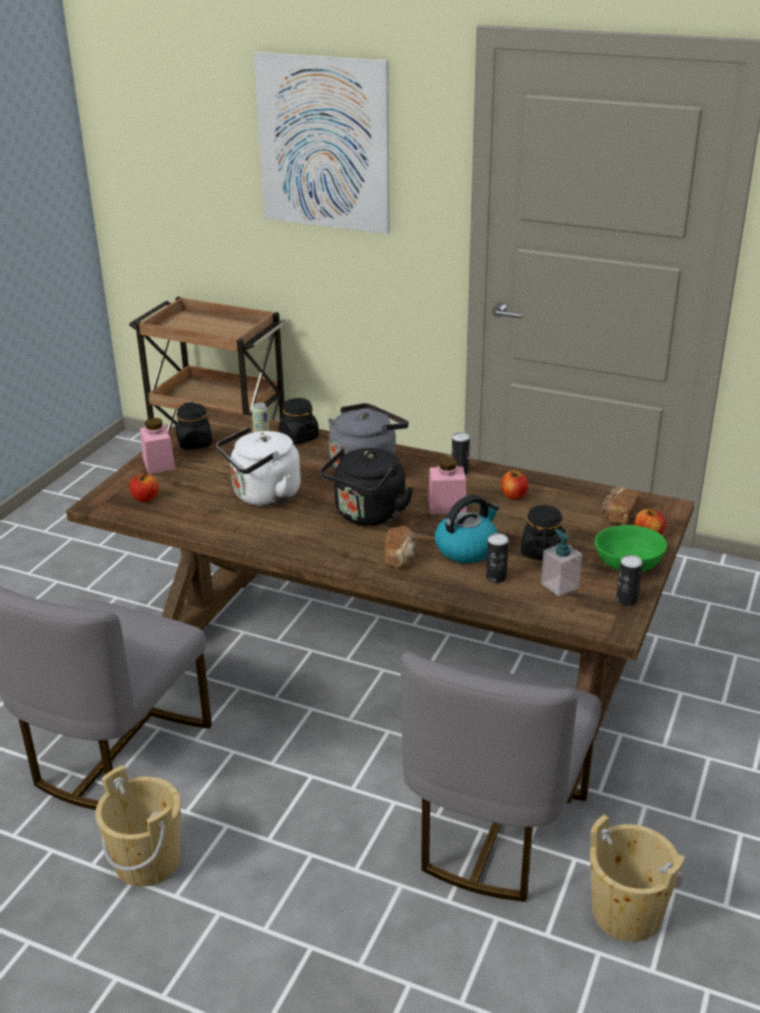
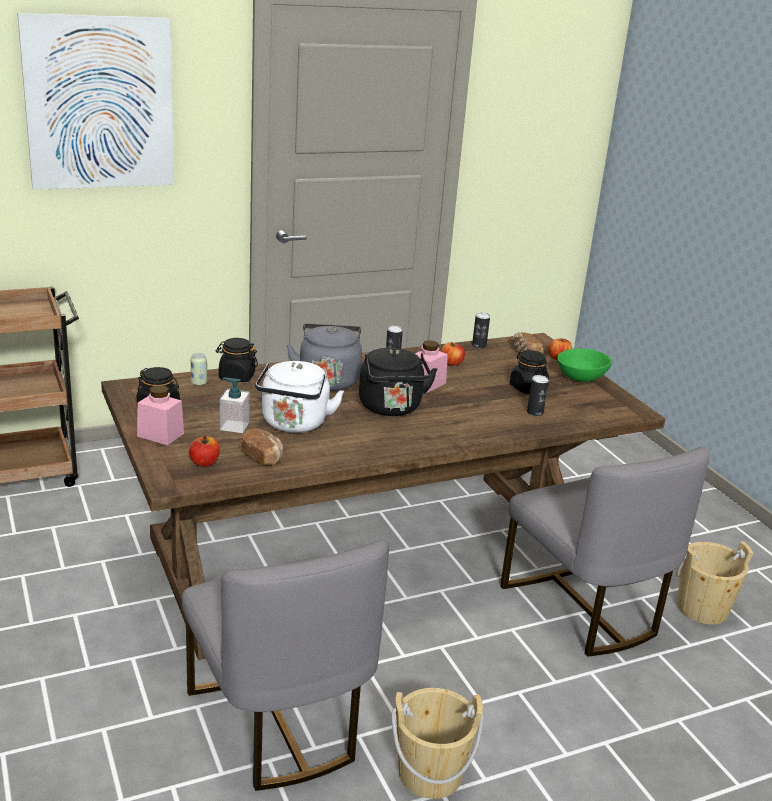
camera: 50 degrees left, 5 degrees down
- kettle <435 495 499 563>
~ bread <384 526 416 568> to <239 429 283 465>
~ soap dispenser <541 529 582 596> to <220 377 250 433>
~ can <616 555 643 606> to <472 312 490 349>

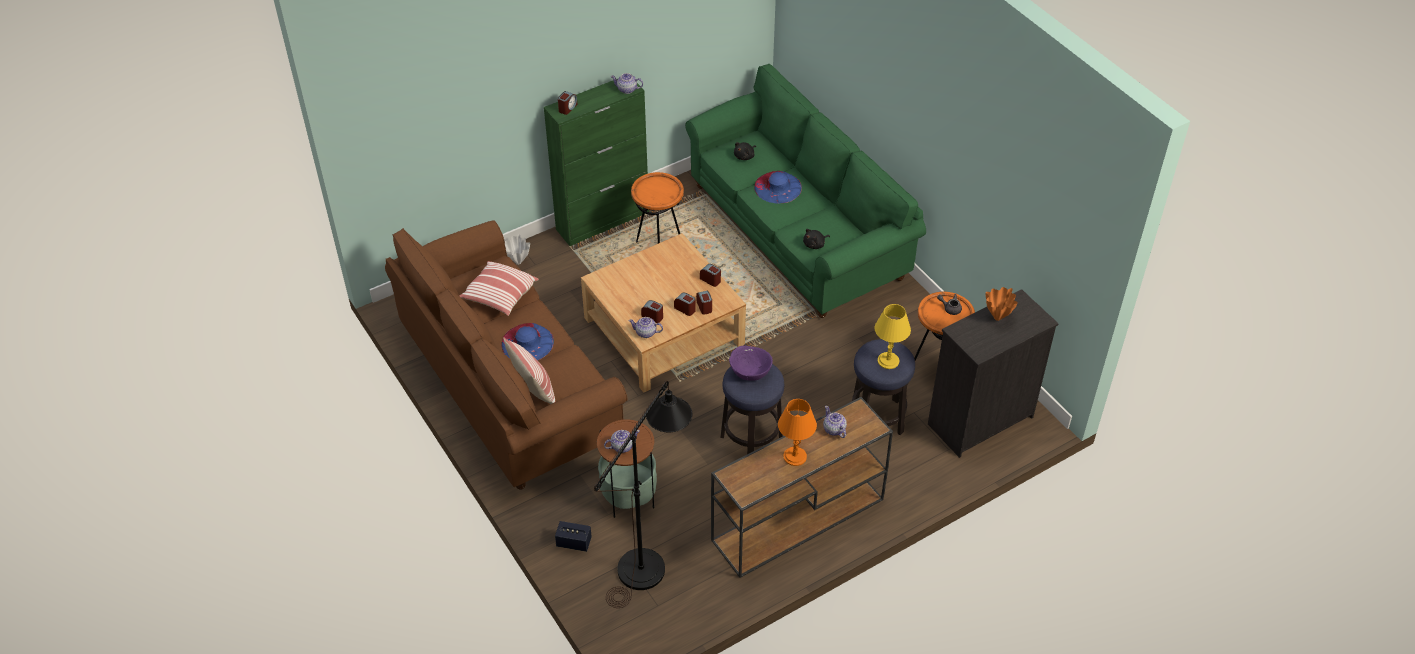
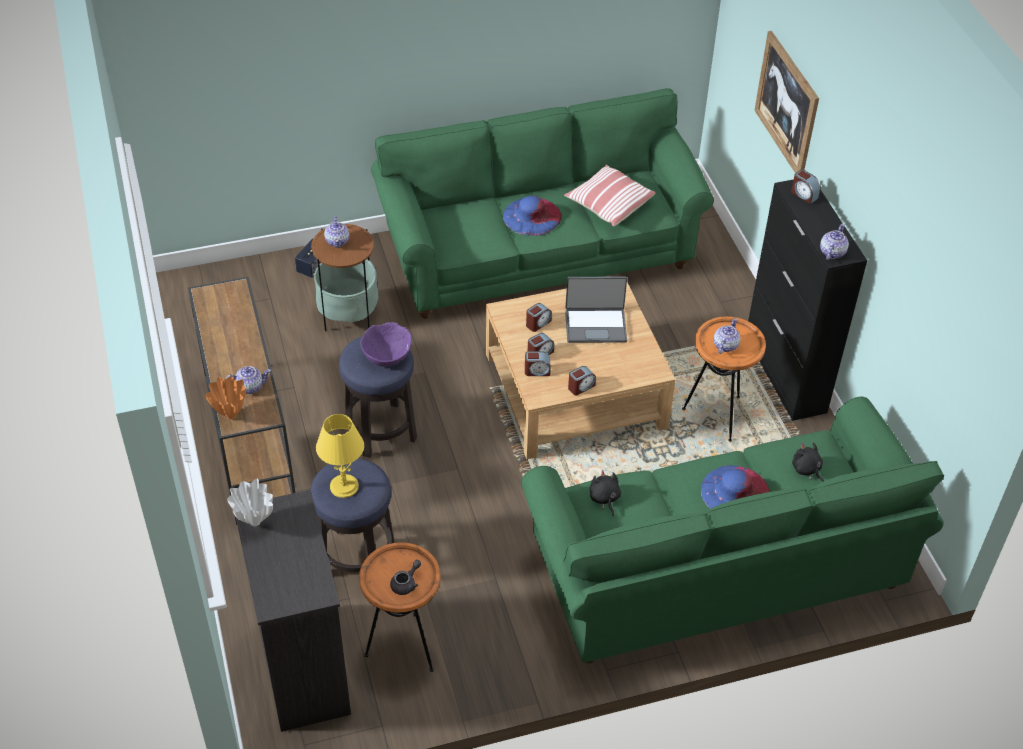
camera: 105 degrees right, 0 degrees up
~ cabinet (green) <544 81 649 246> to cabinet (black) <748 179 867 421>
~ sofa (brown) <385 220 628 490> to sofa (green) <371 88 714 319>
~ vase (white) <505 234 530 265> to <227 478 273 526>
~ vase (orange) <986 287 1018 321> to <205 376 246 419>
~ teapot <629 317 663 338> to <714 318 741 354>
- pillow <503 337 556 404>
- floor lamp (black) <594 381 692 608>
- table lamp (orange) <778 399 817 466>
+ picture <754 31 819 173>
+ laptop <565 277 627 343>

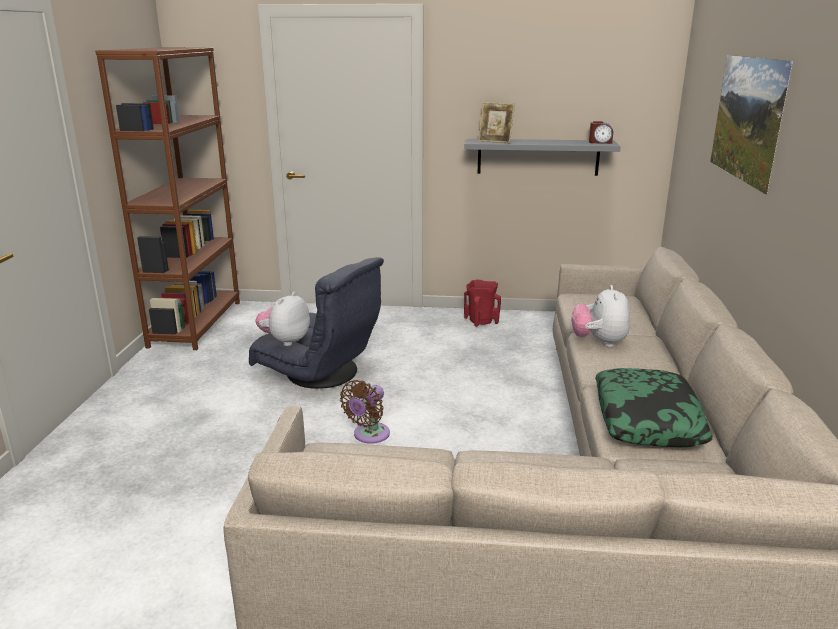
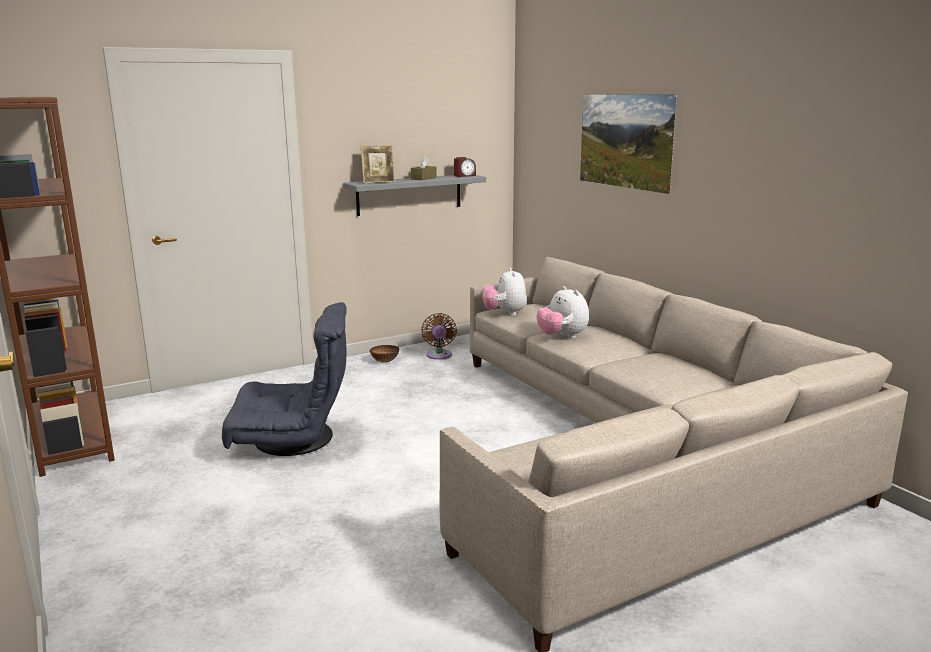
camera: 35 degrees left, 5 degrees down
~ vase (red) <464 279 501 327> to bowl <370 345 399 363>
~ plush toy <255 292 310 346> to <482 268 527 316>
- pillow <595 368 713 447>
~ fan (brown) <340 380 390 444> to <421 313 457 360>
+ tissue box (brown) <411 156 437 180>

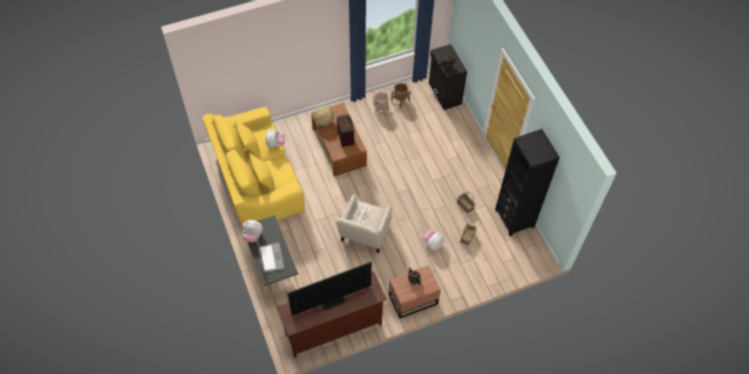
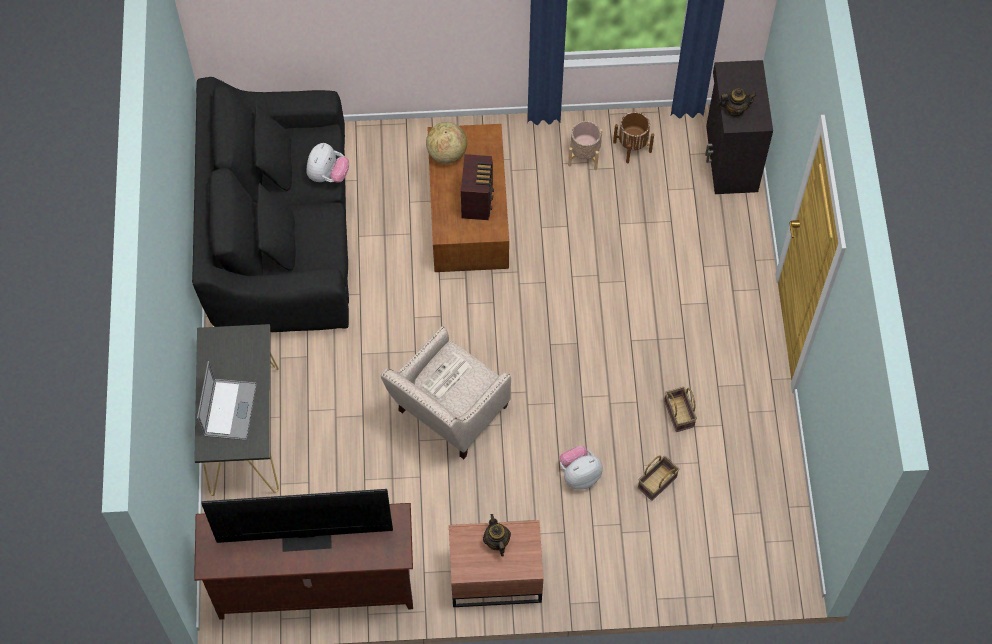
camera: 20 degrees right, 5 degrees up
~ sofa (yellow) <202 107 305 226> to sofa (black) <192 77 349 332>
- bookcase (black) <495 129 560 236>
- plush toy <243 220 263 242>

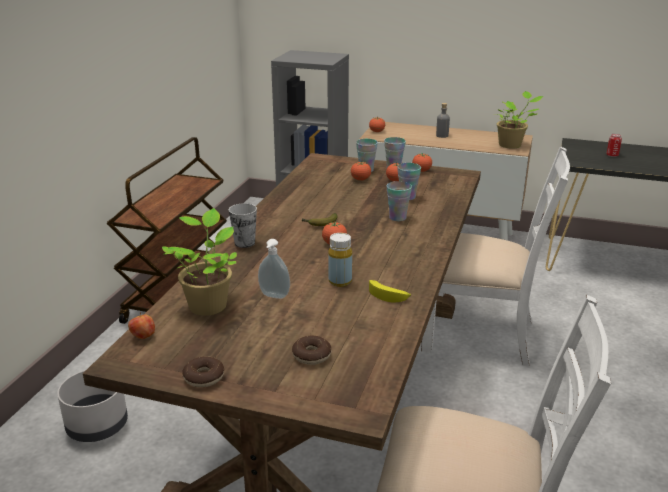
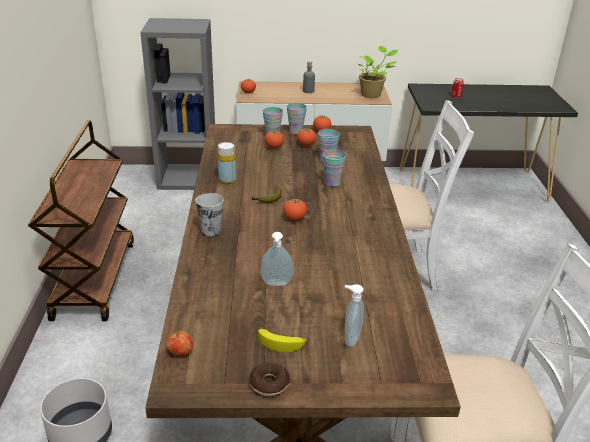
camera: 20 degrees left, 5 degrees up
- potted plant <162 208 237 316>
~ bottle (yellow) <328 233 352 287> to <217 142 237 184>
~ banana <369 280 411 302> to <258 327 307 353>
~ donut <292 336 331 365> to soap dispenser <345 284 364 347>

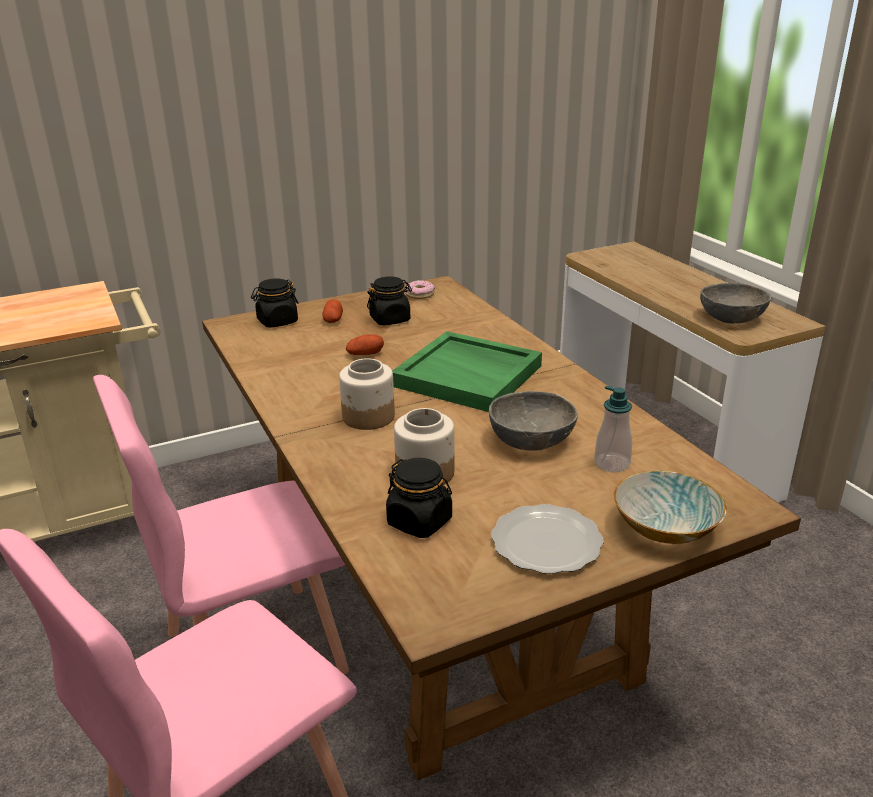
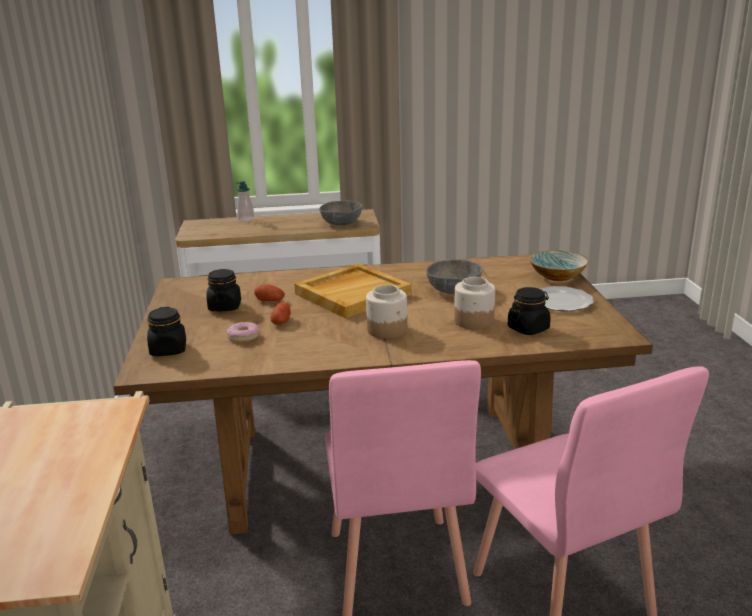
camera: 70 degrees left, 5 degrees down
~ donut <405 280 435 299> to <227 322 259 342>
~ potato <322 299 343 323> to <254 284 285 301>
~ tray (green) <392 331 542 412> to tray (beige) <294 264 412 319>
~ soap dispenser <594 386 632 472> to <237 181 254 221>

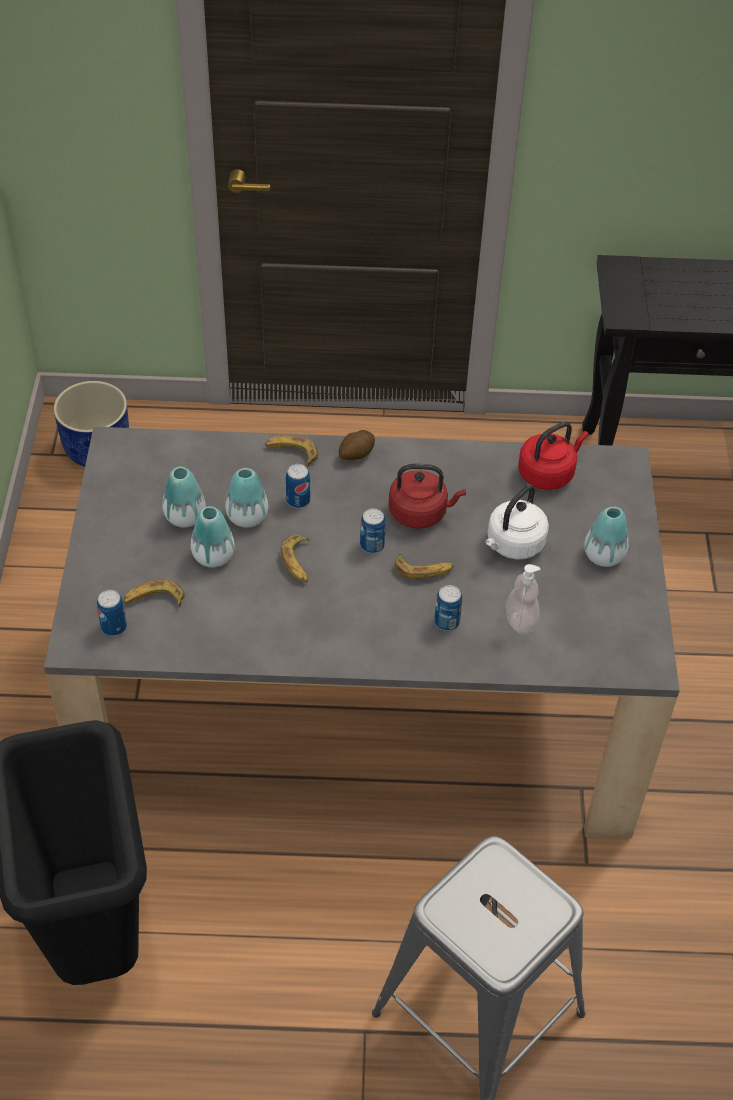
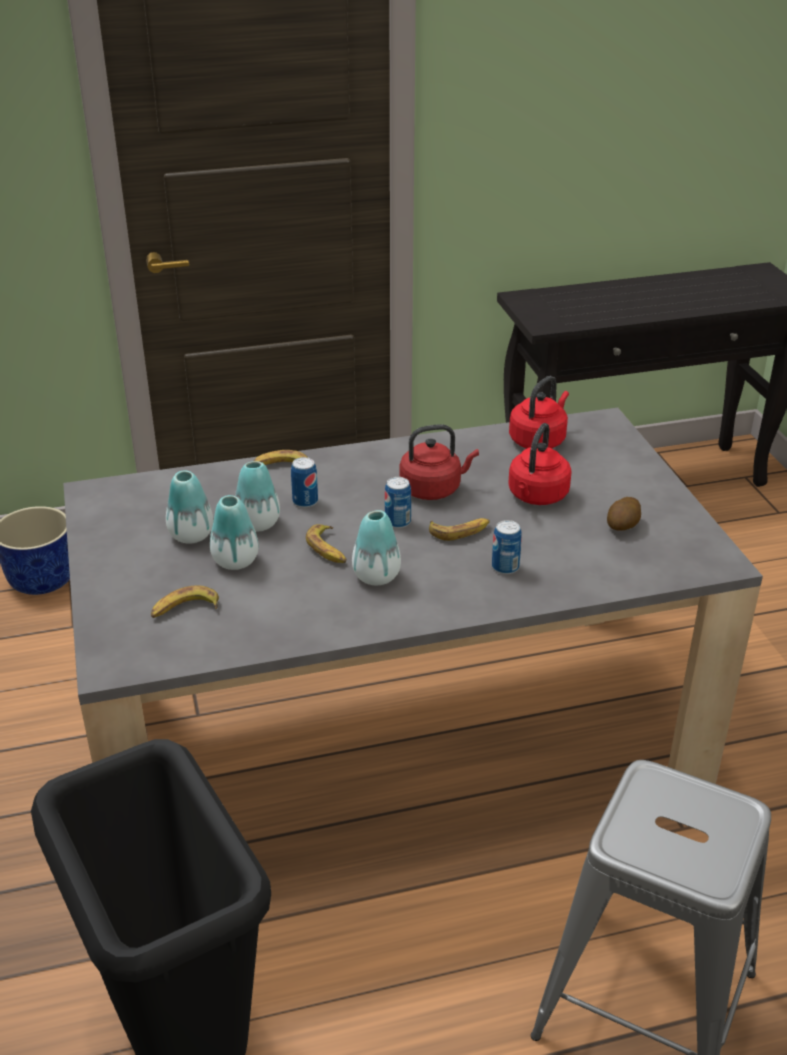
camera: 15 degrees left, 15 degrees down
~ potato <339 430 375 460> to <607 497 641 531>
~ kettle (white) <485 484 549 559> to kettle (red) <508 423 572 505>
~ vase <584 506 629 567> to <352 510 401 585>
- soap dispenser <506 564 540 634>
- can <97 590 127 636>

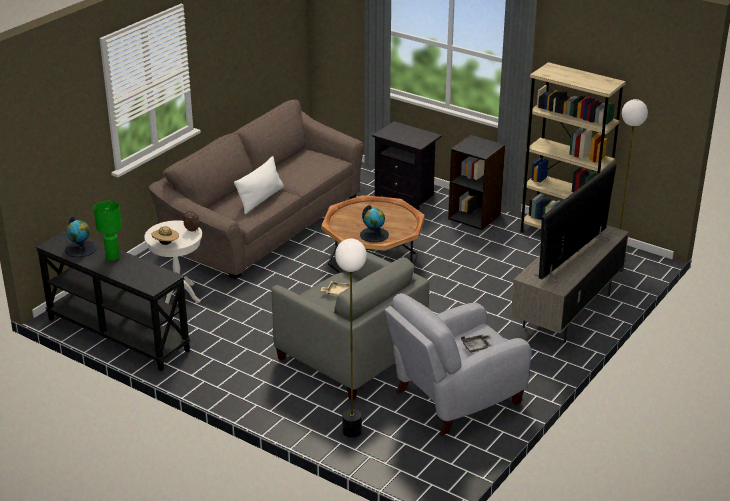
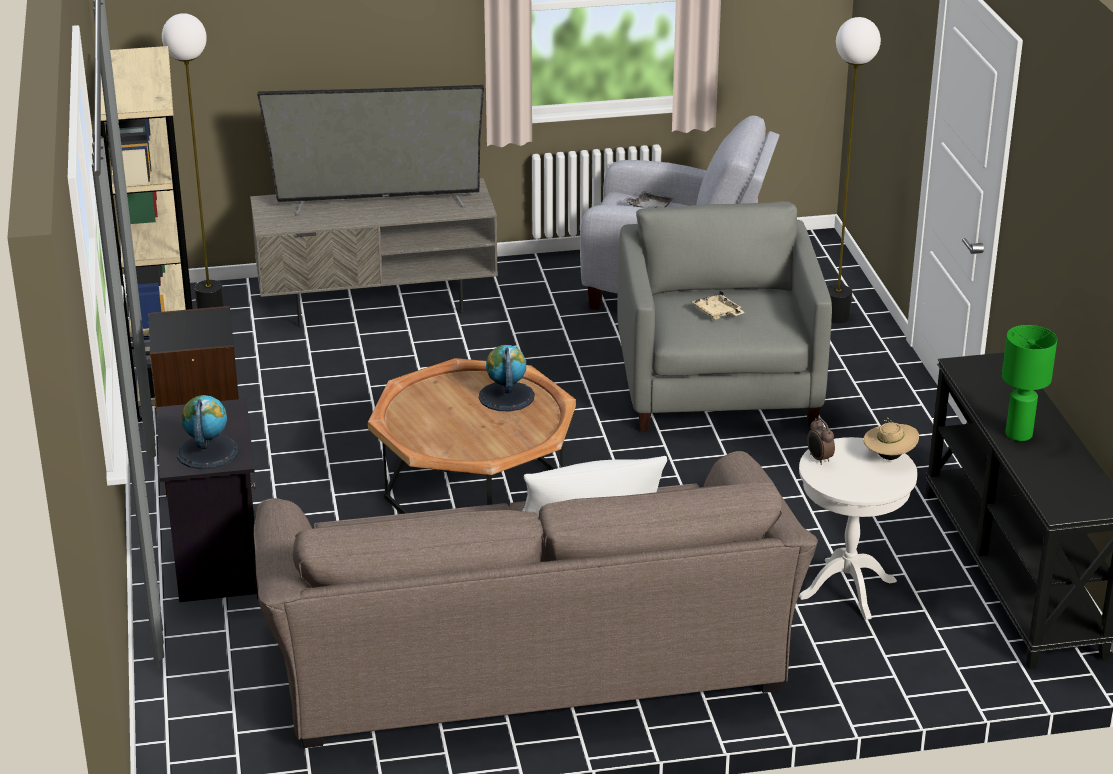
camera: 135 degrees left, 0 degrees up
~ globe <65 217 97 258> to <177 395 239 469>

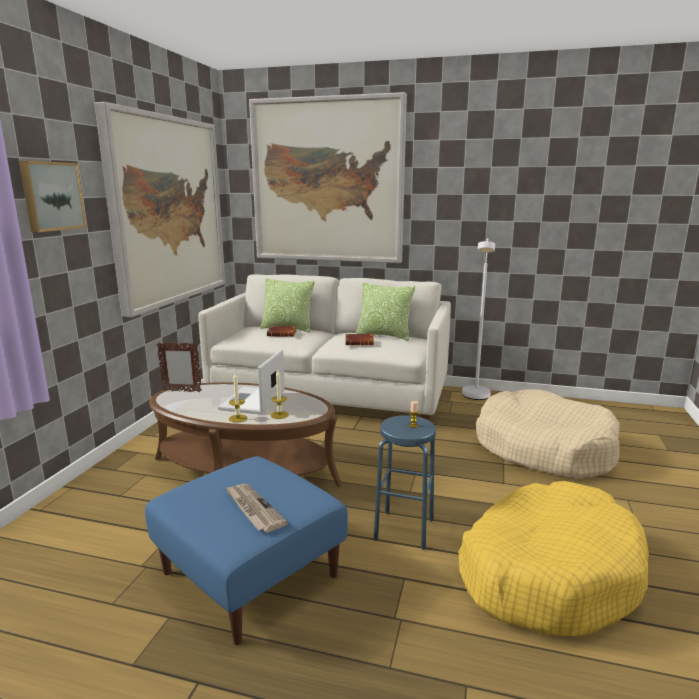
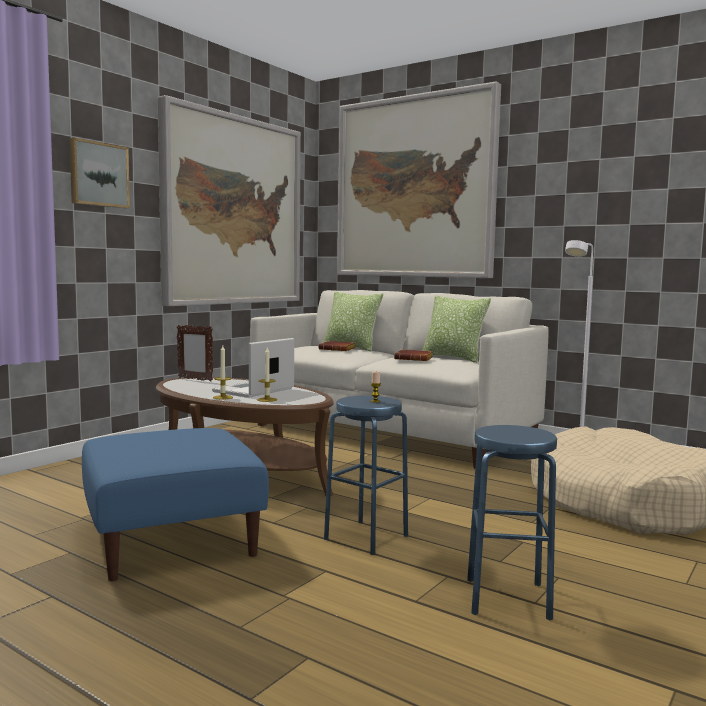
camera: 20 degrees right, 10 degrees down
~ dog bed (yellow) <458 481 649 636> to stool (blue) <467 425 557 621>
- newspaper <225 484 288 532>

